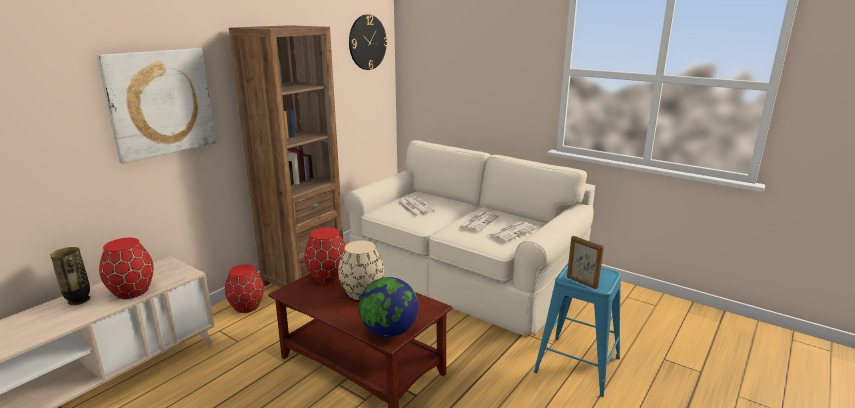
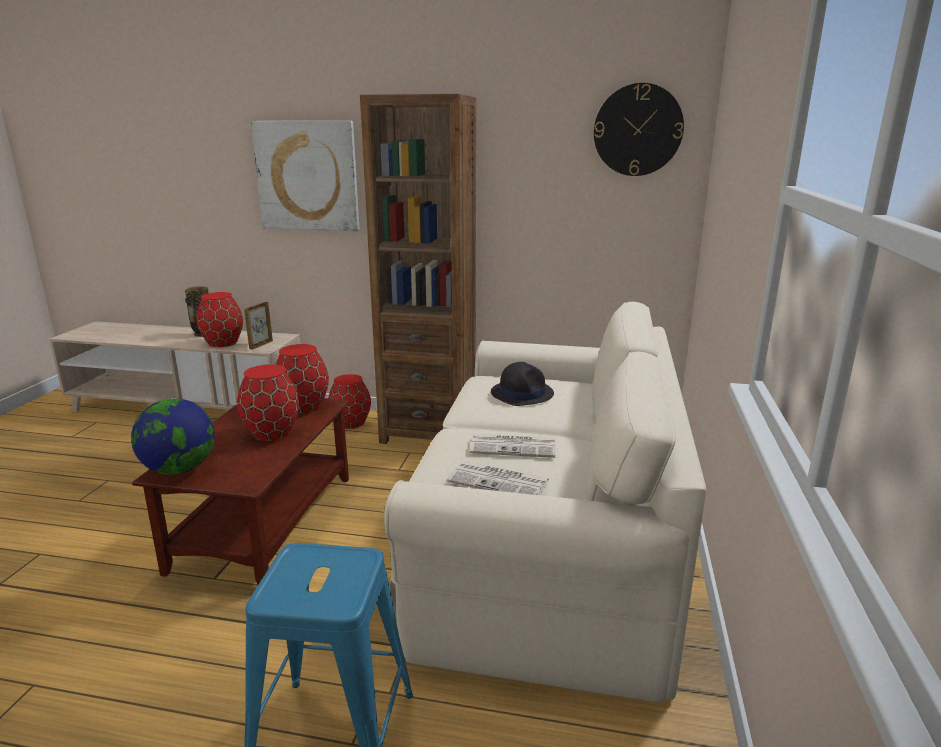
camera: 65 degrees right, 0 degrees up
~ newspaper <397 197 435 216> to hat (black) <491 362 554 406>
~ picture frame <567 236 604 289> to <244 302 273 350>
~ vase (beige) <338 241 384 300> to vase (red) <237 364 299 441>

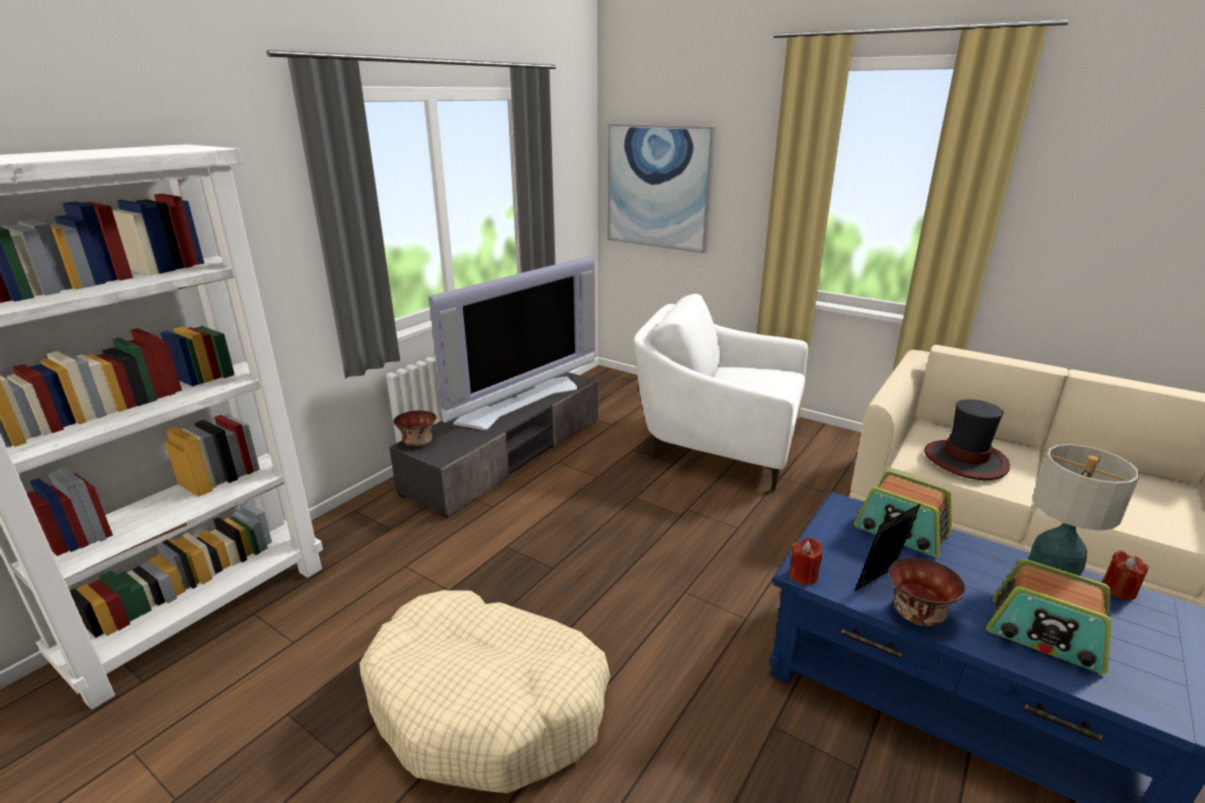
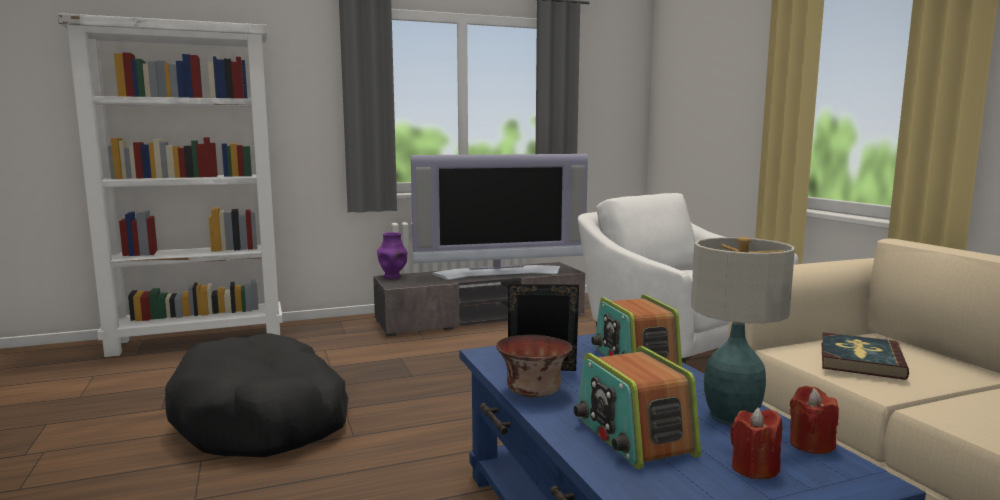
camera: 35 degrees right, 15 degrees down
- picture <608 124 715 253>
~ hat <924 399 1010 480> to book <821 332 909 380>
~ bowl <393 410 437 447> to vase (purple) <377 232 407 279>
~ candle (red) <789 537 823 586> to <730 407 782 479>
~ dog bed (beige) <360 590 610 793> to dog bed (black) <165 333 348 457>

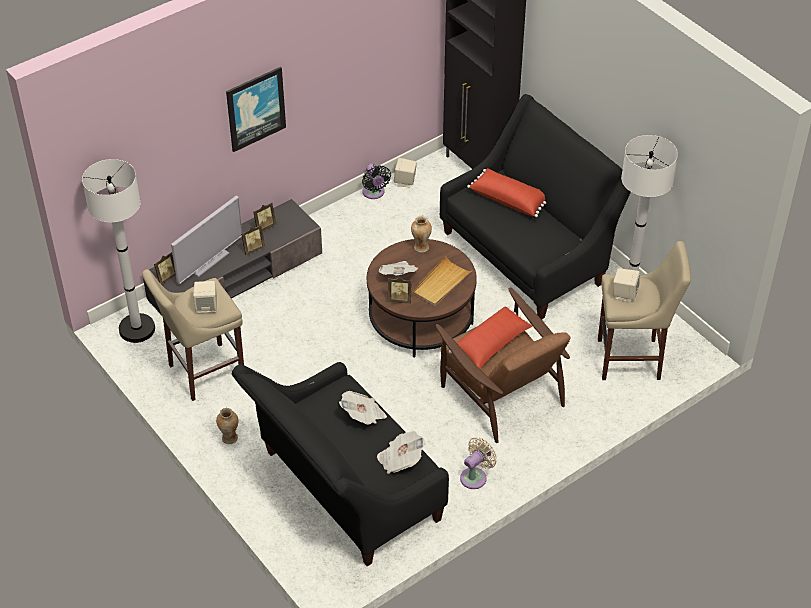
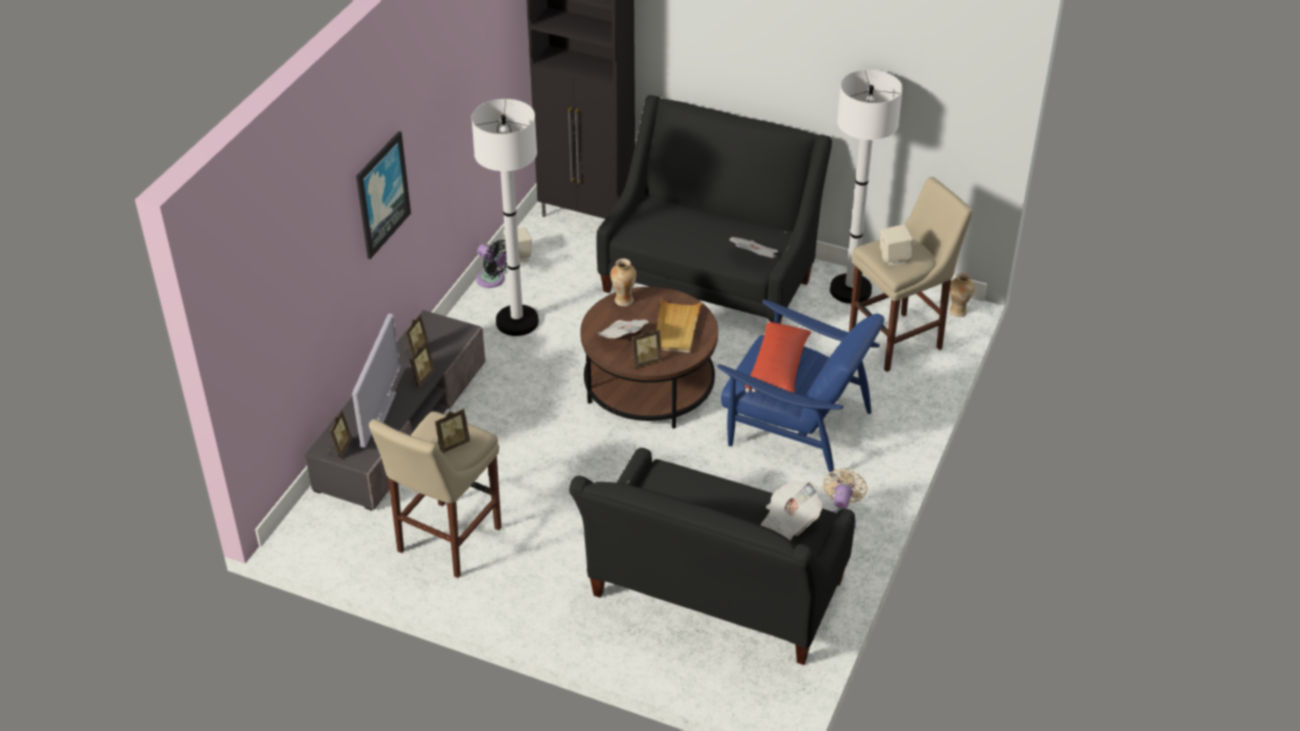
camera: 30 degrees left, 5 degrees down
~ floor lamp (white) <82 159 155 343> to <471 99 539 336>
- pillow (red) <467 168 546 217>
~ speaker (beige) <193 281 217 313> to picture frame <435 408 470 453>
~ armchair (brown) <436 287 570 443> to armchair (blue) <717 299 884 478>
~ newspaper <339 391 387 425> to <730 237 778 258>
~ vase <216 408 239 444> to <949 272 975 317>

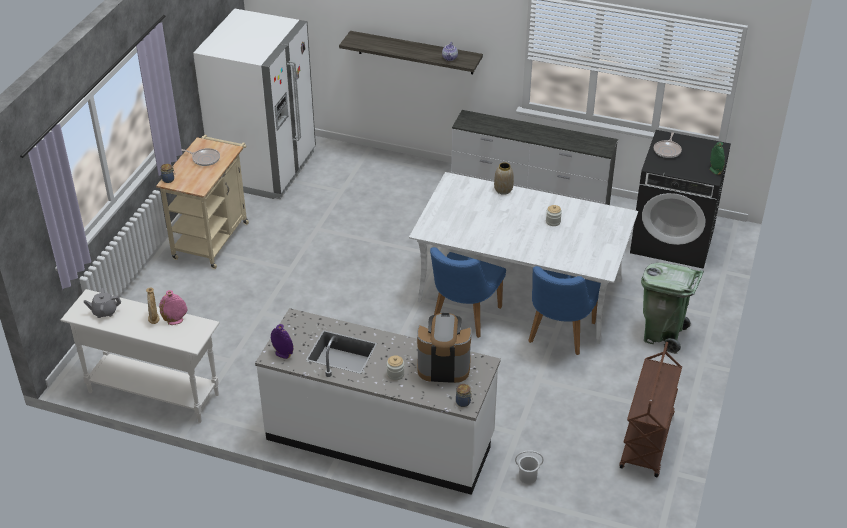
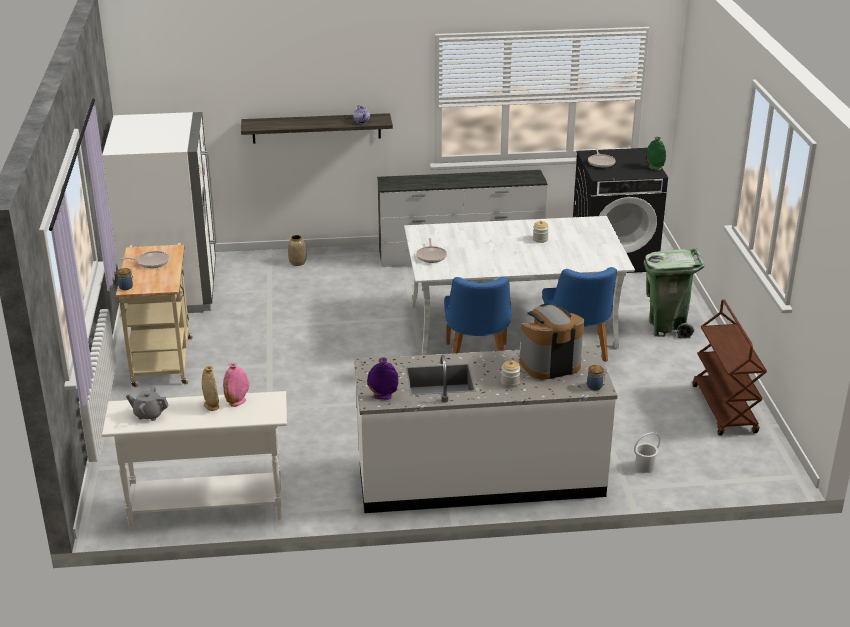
camera: 25 degrees left, 10 degrees down
~ vase <494 162 514 195> to <288 235 307 266>
~ teapot (grey) <84 288 121 318> = <126 386 169 421> 45 degrees clockwise
+ frying pan <416 238 447 263>

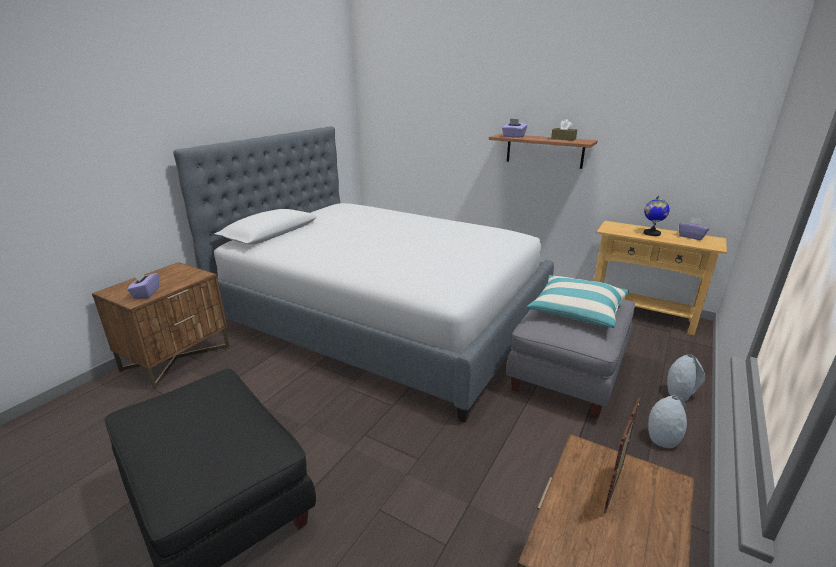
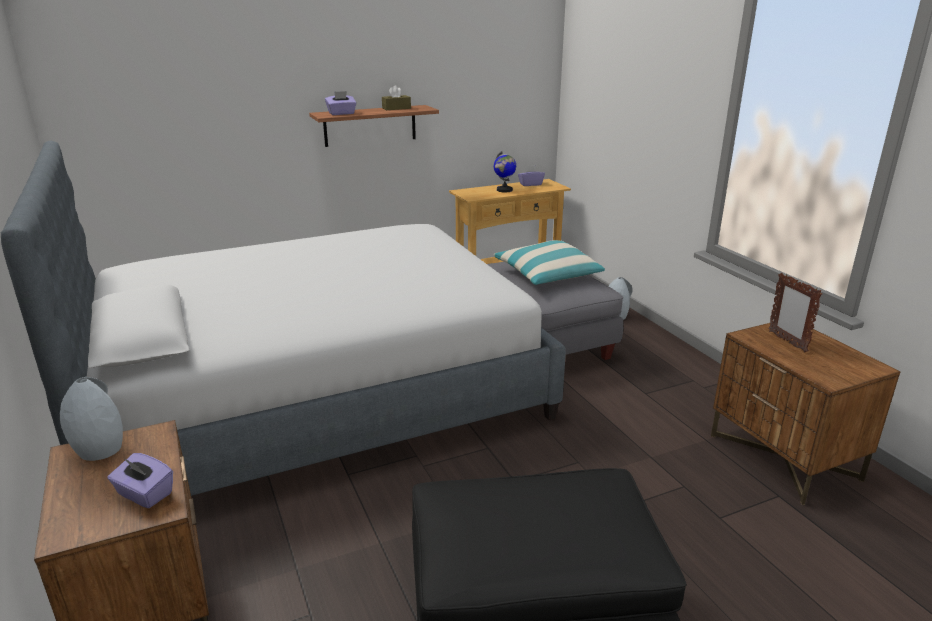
camera: 55 degrees left, 0 degrees up
~ vase (grey) <648 396 687 448> to <60 377 123 461>

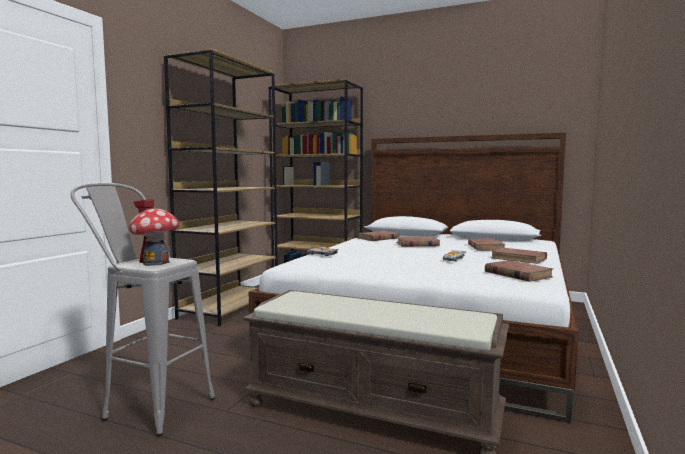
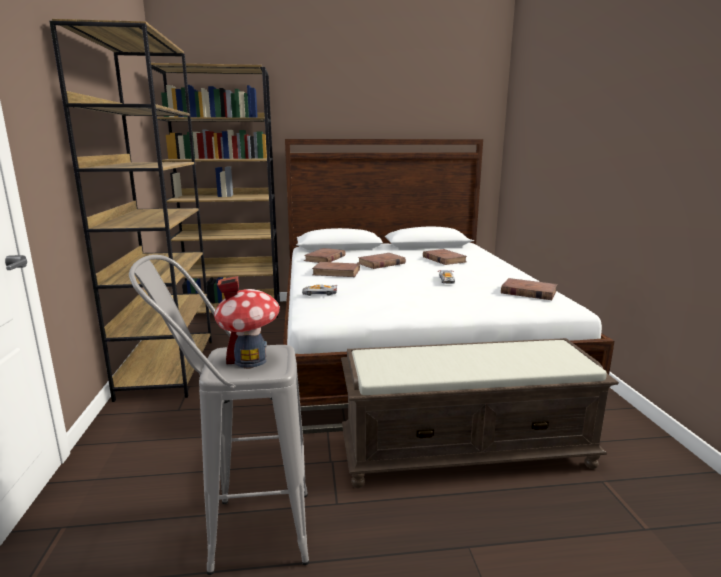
camera: 30 degrees left, 10 degrees up
~ book (brown) <491 248 547 264> to <312 262 360 277>

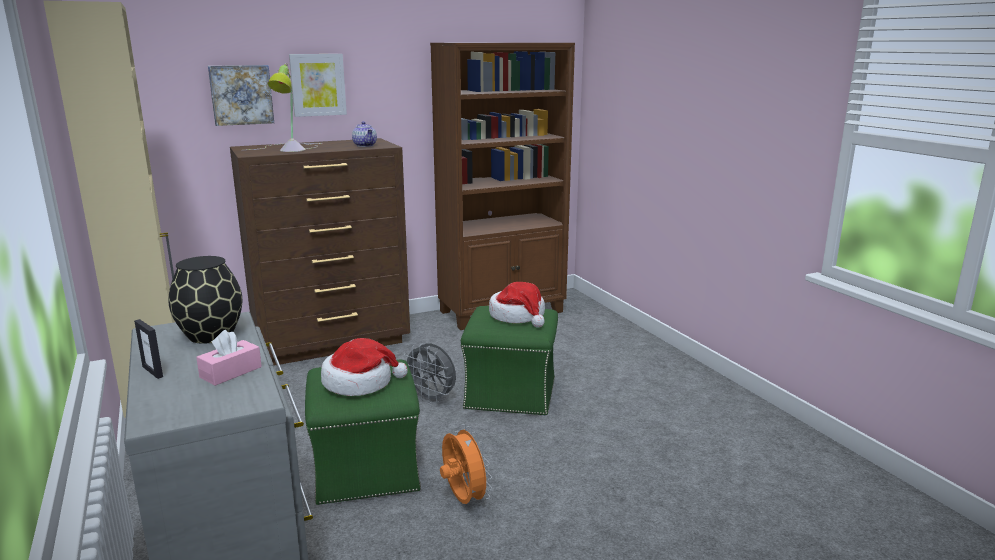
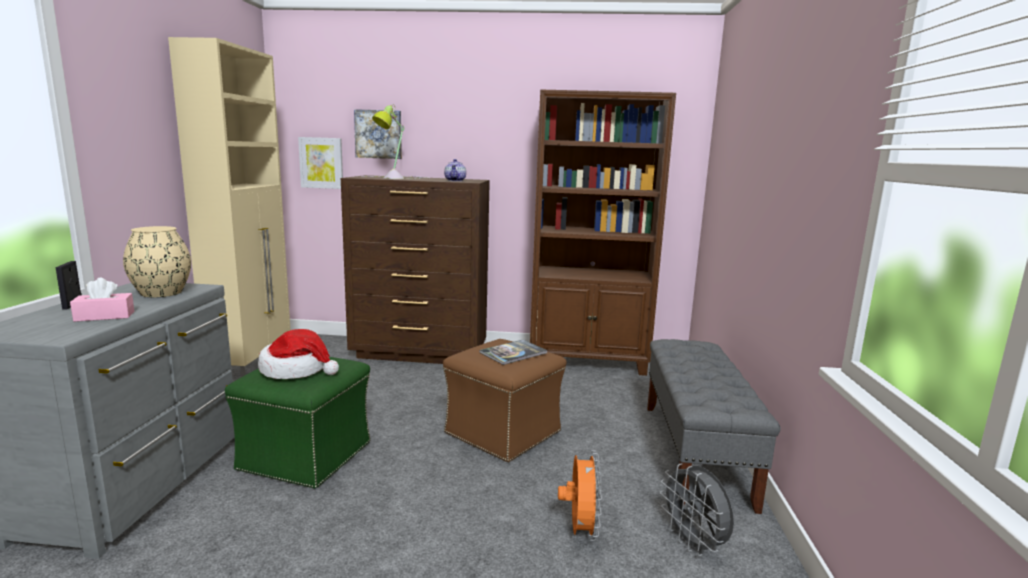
camera: 30 degrees right, 5 degrees down
~ picture <289 54 347 117> to <298 137 343 189>
~ vase (black) <168 256 242 344> to vase (beige) <123 226 191 297>
~ hat <489 282 545 327> to book <479 340 548 365>
~ ottoman (green) <461 306 558 416> to ottoman (brown) <443 339 567 462>
~ fan (grey) <404 343 456 403> to <660 463 734 556>
~ fan (orange) <440 424 492 505> to <558 450 602 541>
+ bench (grey) <647 339 781 514>

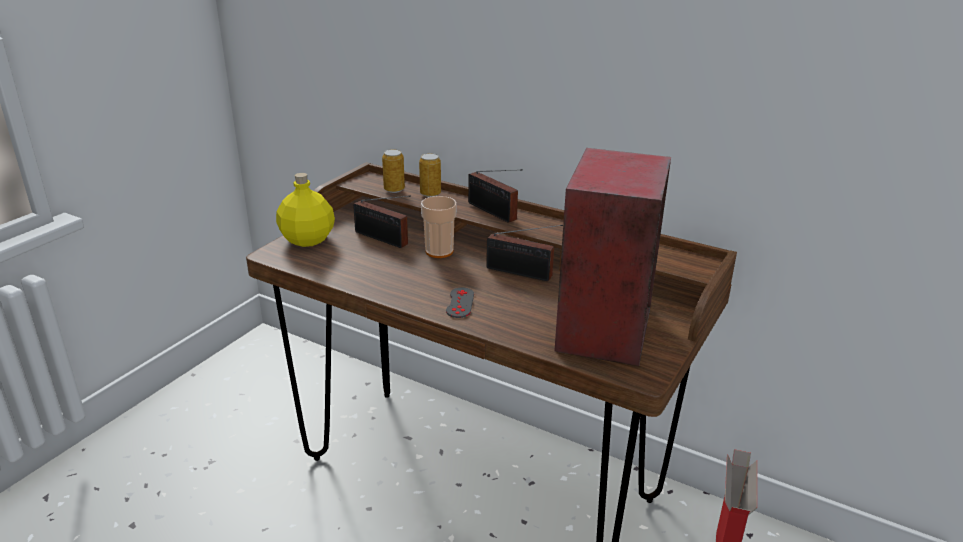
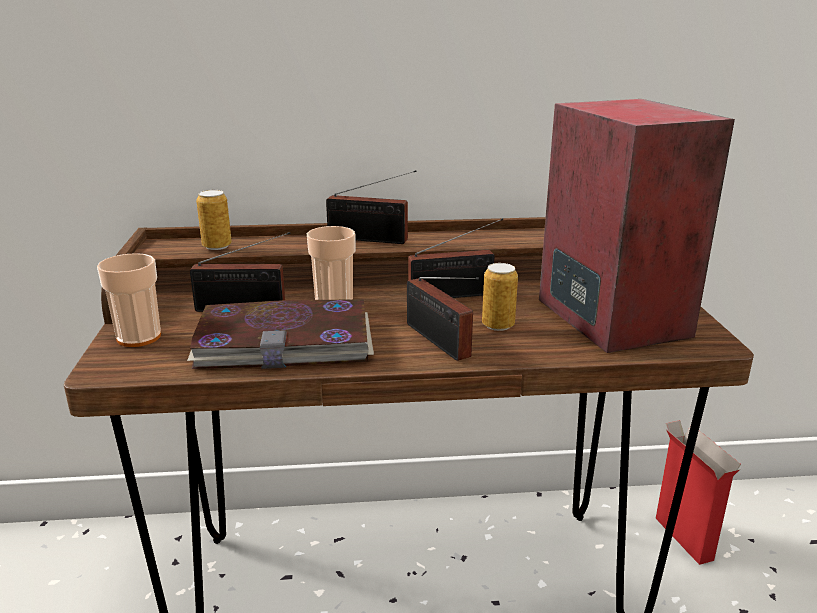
camera: 35 degrees left, 5 degrees down
~ can <419 153 441 197> to <482 263 518 331>
~ bottle (yellow) <276 173 335 247> to cup <97 253 161 347>
~ game controller (grey) <446 287 474 318> to radio <407 277 479 361>
+ book <187 300 374 369>

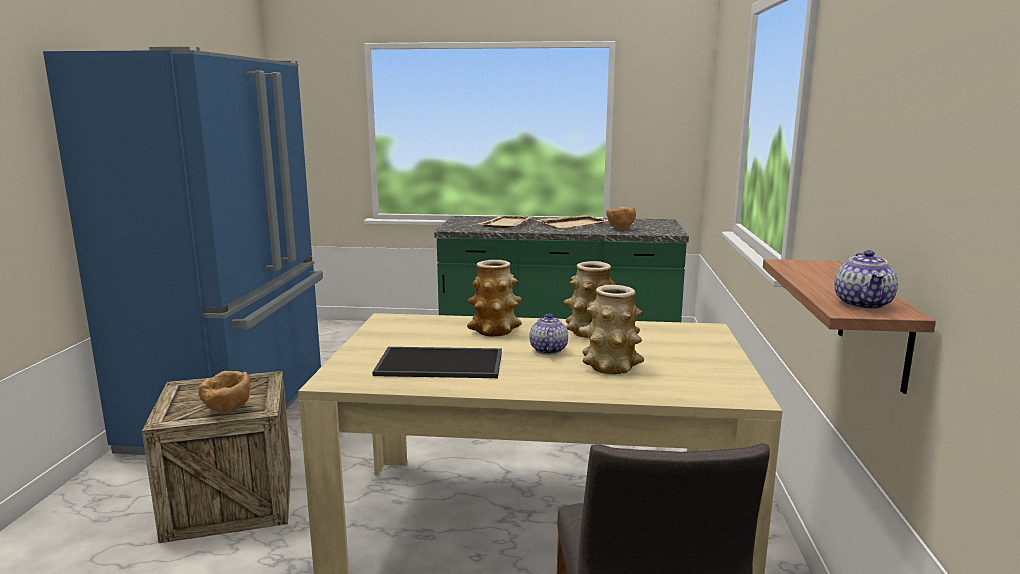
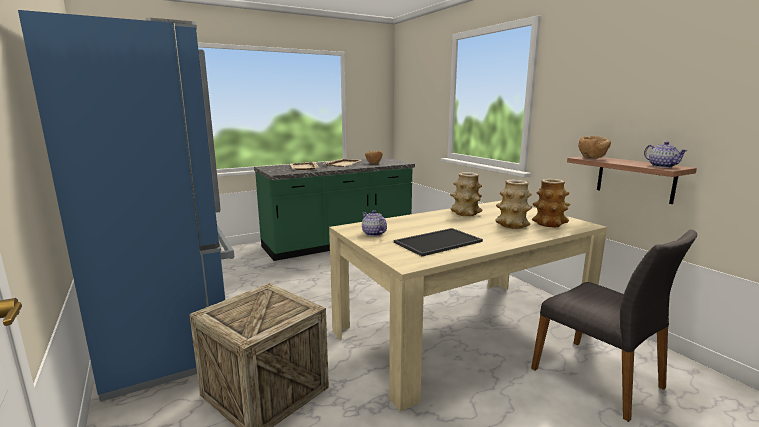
camera: 35 degrees left, 0 degrees up
~ vase <467 260 522 336> to <532 179 570 227>
~ teapot <530 314 568 355> to <362 210 387 236>
~ bowl (brown) <198 371 250 414> to <578 136 611 159>

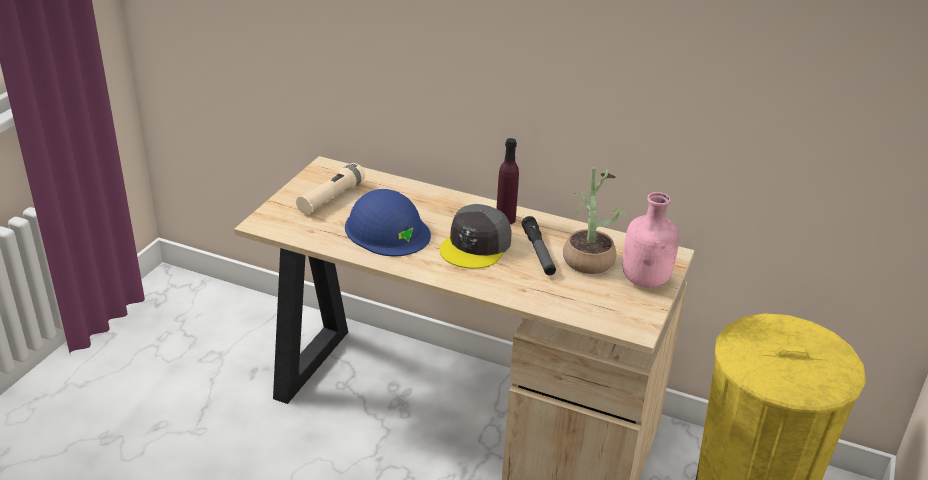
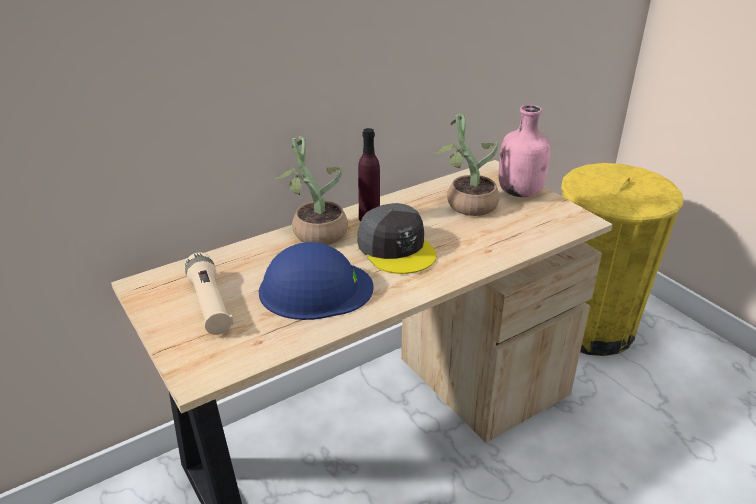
camera: 55 degrees left, 0 degrees up
- flashlight <522 216 556 275>
+ potted plant <273 135 348 245>

